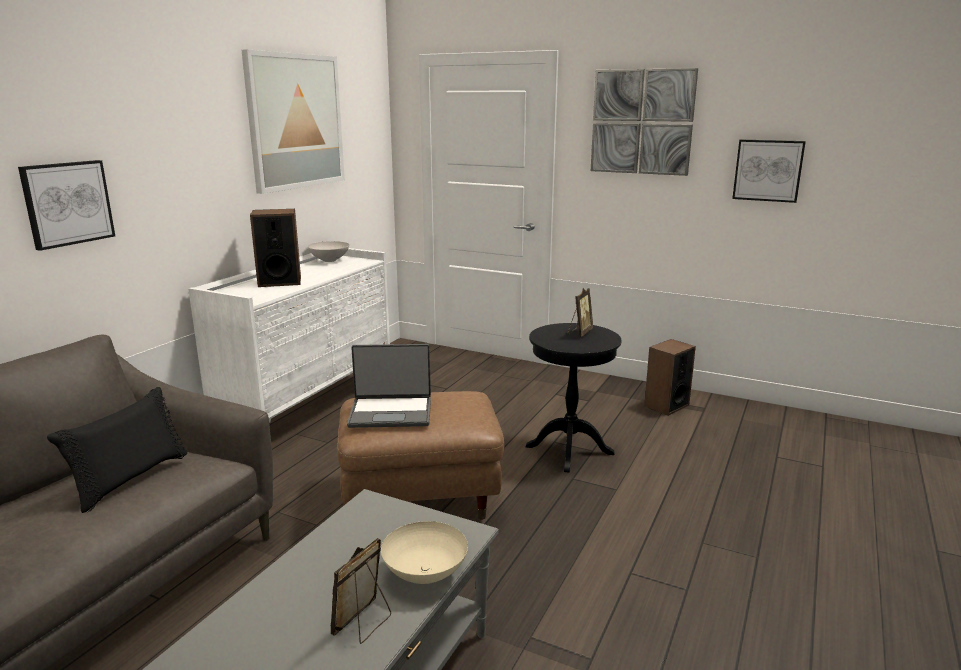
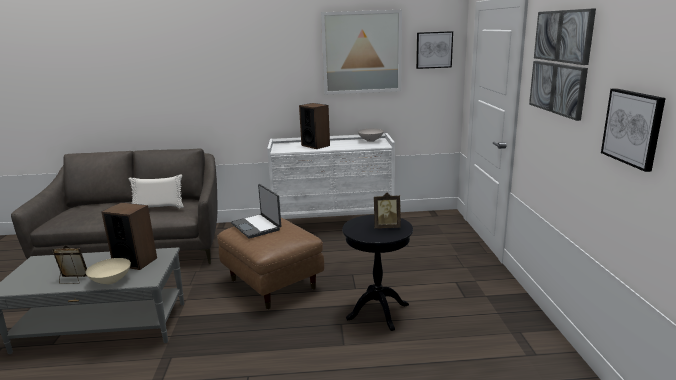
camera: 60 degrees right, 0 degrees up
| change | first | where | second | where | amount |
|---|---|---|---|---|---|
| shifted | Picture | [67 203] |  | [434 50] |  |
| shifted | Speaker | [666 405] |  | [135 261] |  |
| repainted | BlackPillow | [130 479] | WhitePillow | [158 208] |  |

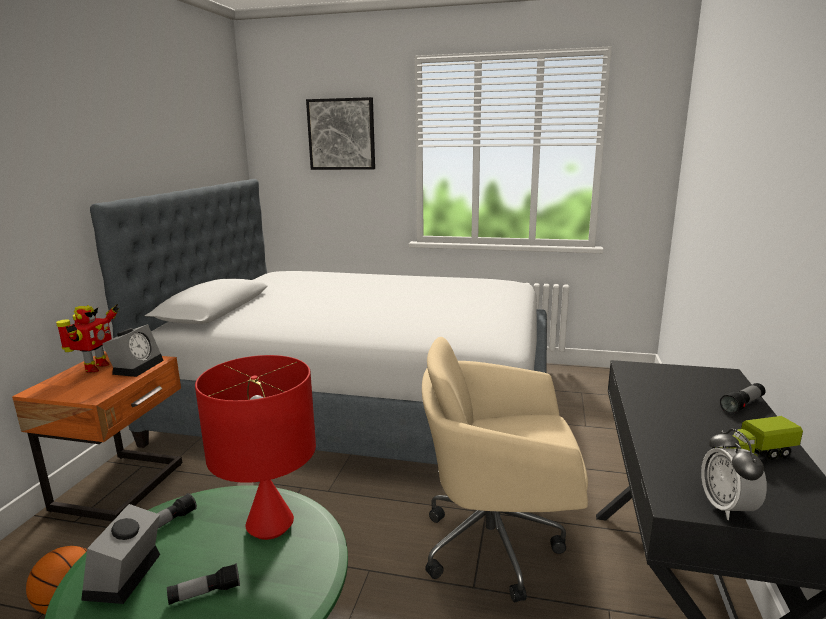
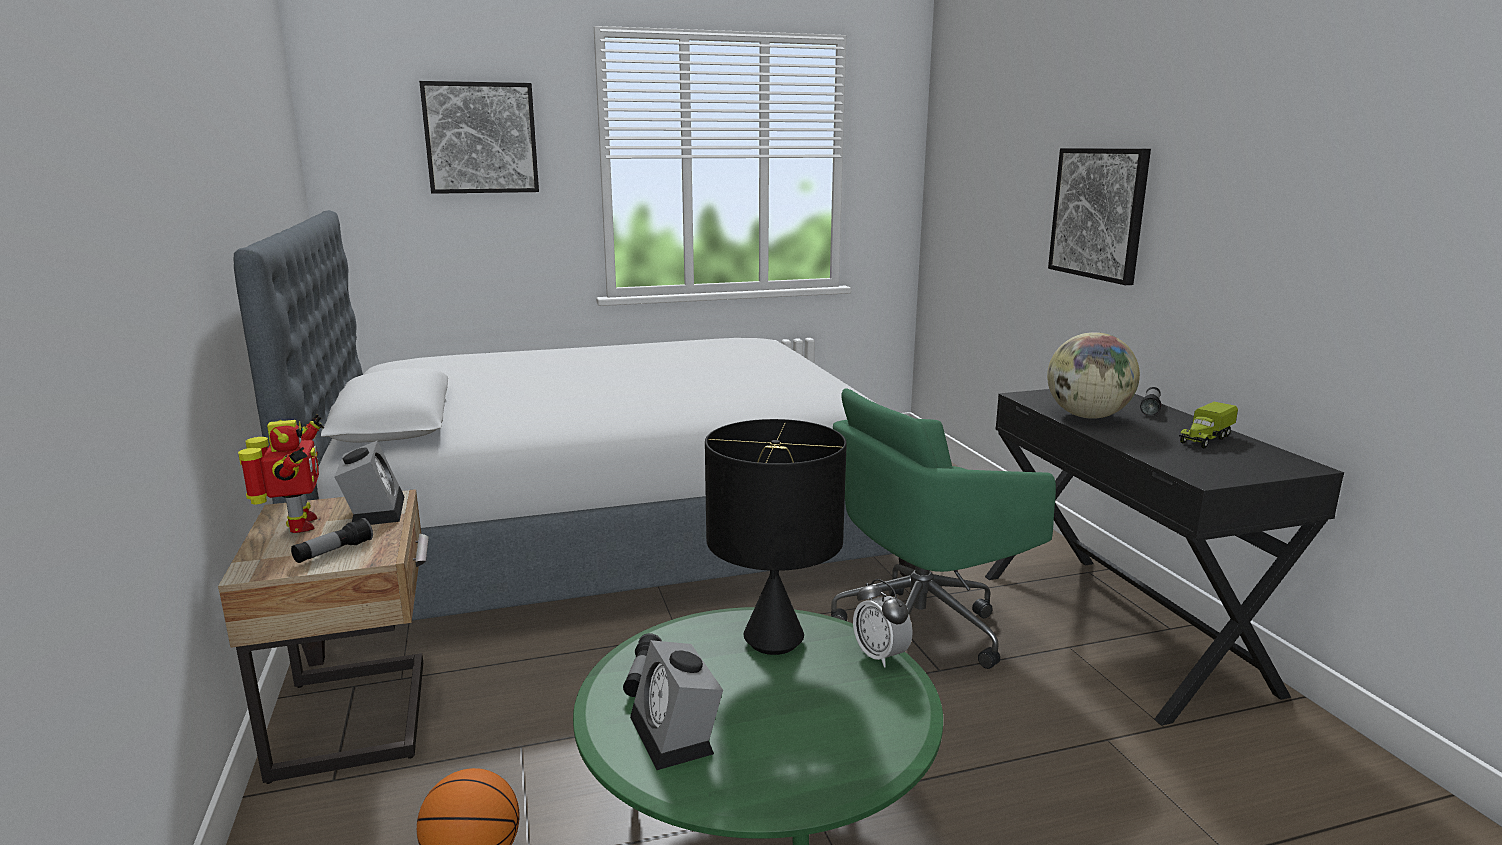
camera: 30 degrees left, 0 degrees up
| change | first | where | second | where | amount |
|---|---|---|---|---|---|
| new |  |  | Globe | [1087 416] |  |
| new |  |  | Picture | [1099 213] |  |
| shifted | Flashlight | [205 593] |  | [333 552] |  |
| shifted | AlarmClock | [727 508] |  | [880 656] |  |
| repainted | OrangeNightstand | [123 487] | BeigeNightstand | [359 717] |  |
| repainted | RedTableLamp | [270 527] | BlackTableLamp | [773 642] |  |
| repainted | BeigeOfficeChair | [497 547] | GreenOfficeChair | [926 630] |  |

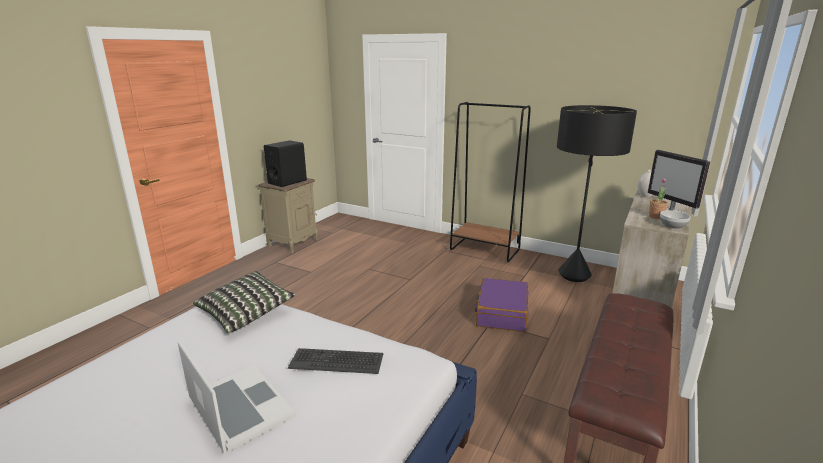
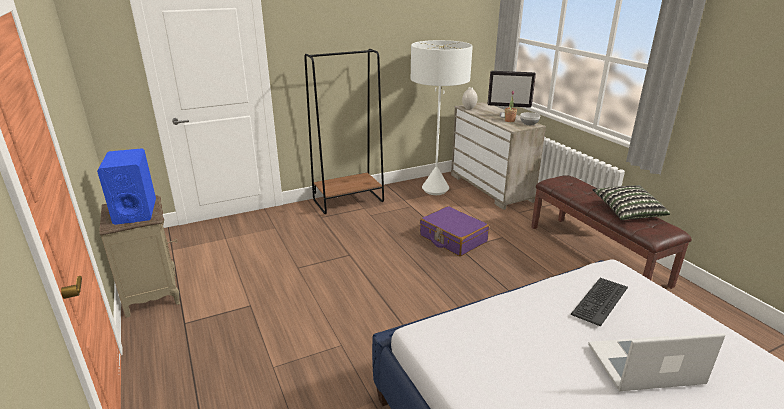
camera: 55 degrees left, 5 degrees up
| change | first | where | second | where | amount |
|---|---|---|---|---|---|
| shifted | Pillow | [246 313] |  | [627 211] |  |
| repainted | BlackSpeaker | [287 182] | BlueSpeaker | [135 212] |  |
| repainted | BlackFloorLamp | [574 276] | WhiteFloorLamp | [435 190] |  |

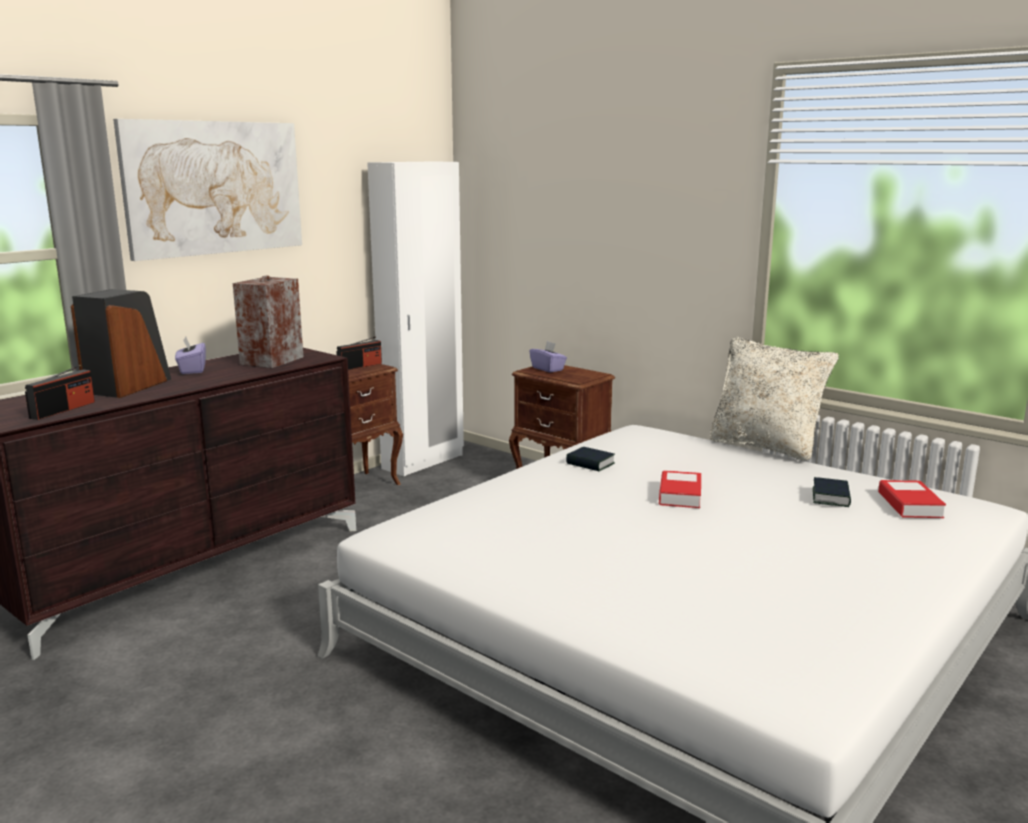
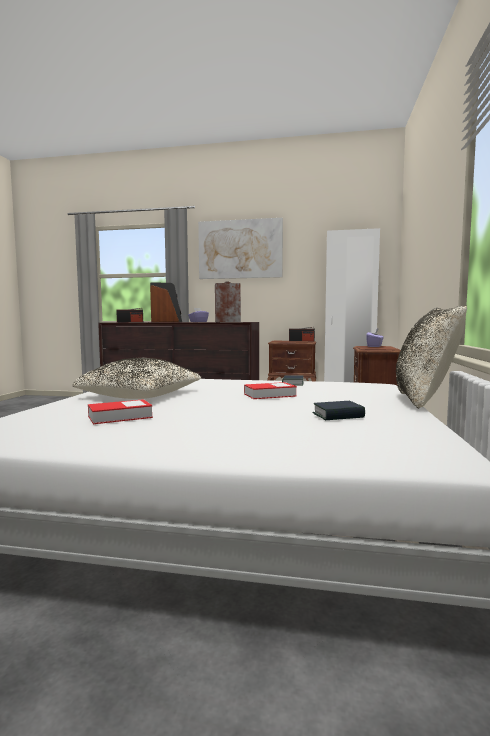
camera: 60 degrees right, 10 degrees down
| change | first | where | second | where | amount |
|---|---|---|---|---|---|
| new |  |  | BeigePillow | [140 395] |  |
| shifted | Book | [909 505] |  | [120 417] |  |

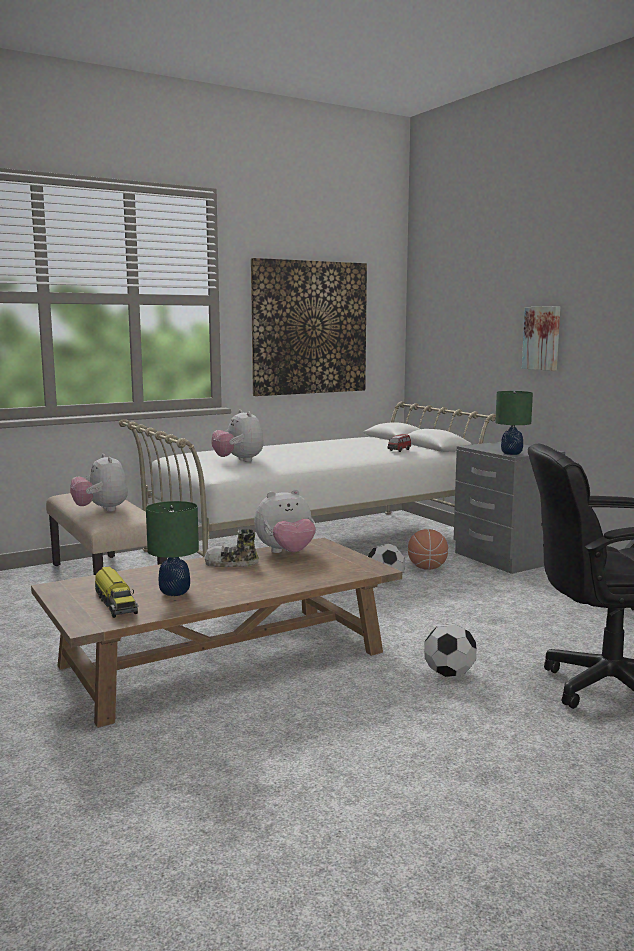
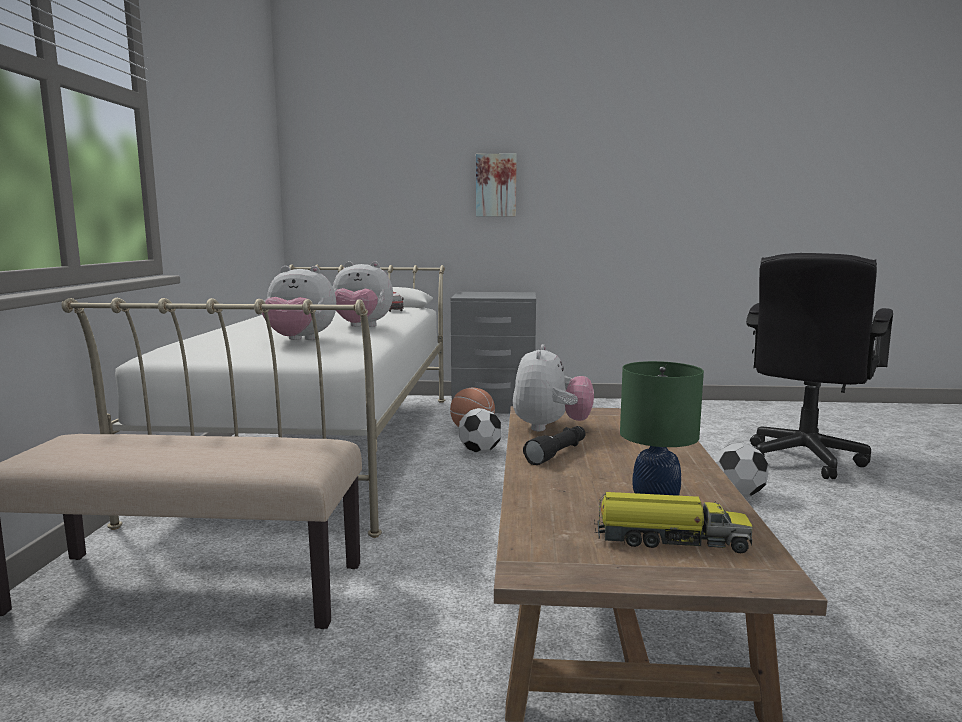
camera: 55 degrees left, 0 degrees up
| change | first | where | second | where | amount |
|---|---|---|---|---|---|
| gone | Picture | [309 328] |  |  |  |
| gone | GreenTableLamp | [512 453] |  |  |  |
| shifted | PlushToy | [101 510] |  | [361 327] |  |
| swapped | Shoe | [231 563] | BlackFlashlight | [558 453] |  |

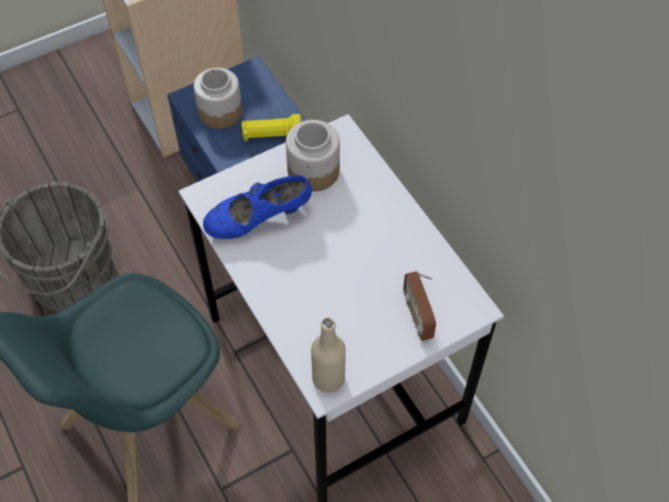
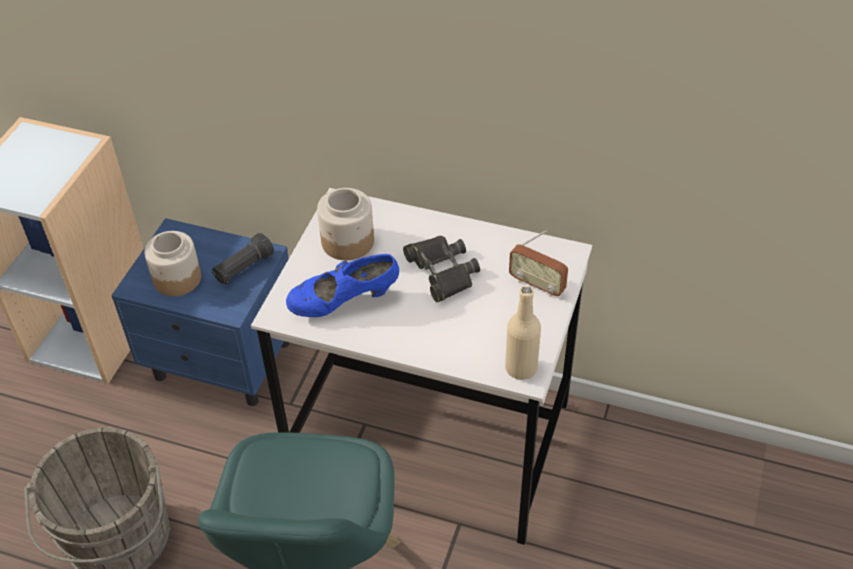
camera: 40 degrees left, 10 degrees down
| change | first | where | second | where | amount |
|---|---|---|---|---|---|
| new |  |  | BlackBinoculars | [442 272] |  |
| repainted | YellowFlashlight | [272 135] | BlackFlashlight | [243 268] |  |
| rotated | BlueShoe | [258 221] |  | [344 302] | 45 degrees clockwise |

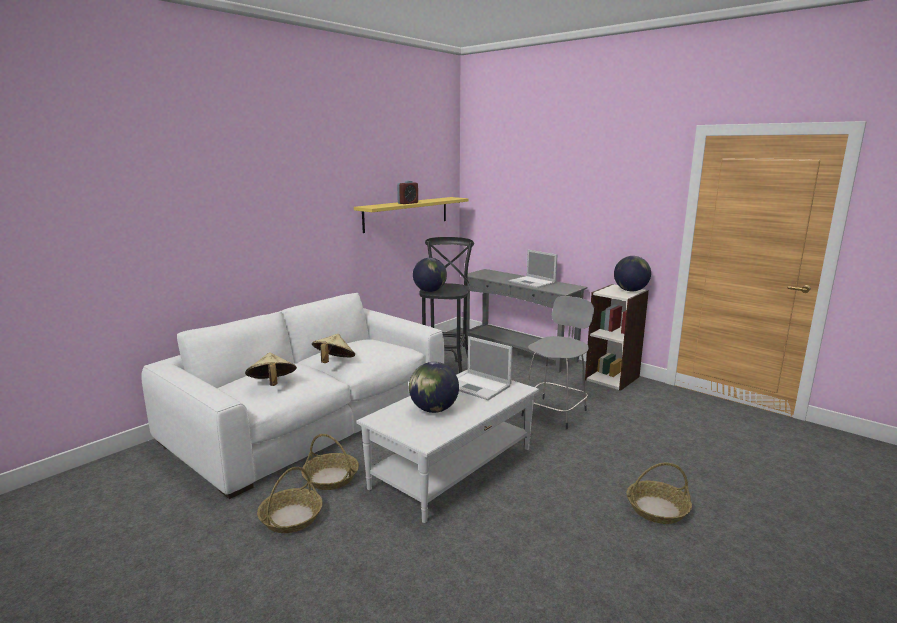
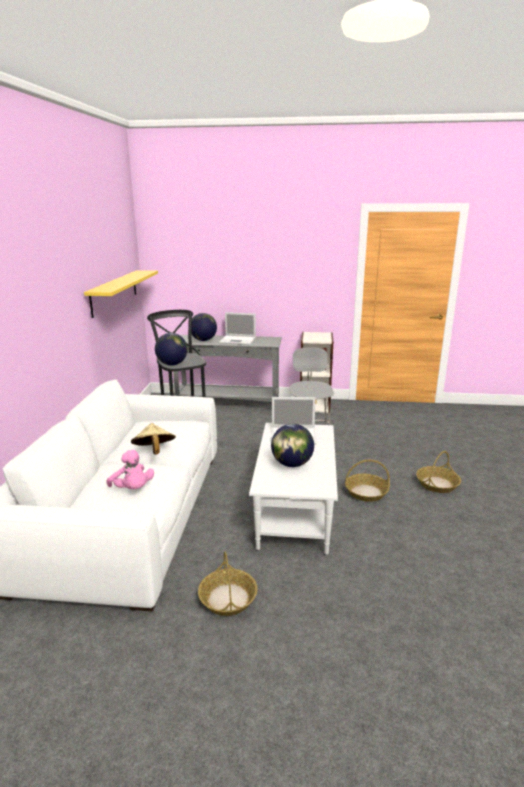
camera: 35 degrees left, 5 degrees up
| change | first | where | second | where | amount |
|---|---|---|---|---|---|
| gone | AlarmClock | [408 203] |  |  |  |
| shifted | Basket | [331 478] |  | [366 492] |  |
| shifted | Globe | [630 290] |  | [203 340] |  |
| swapped | BeigeHat | [272 384] | PinkPlushToy | [132 489] |  |

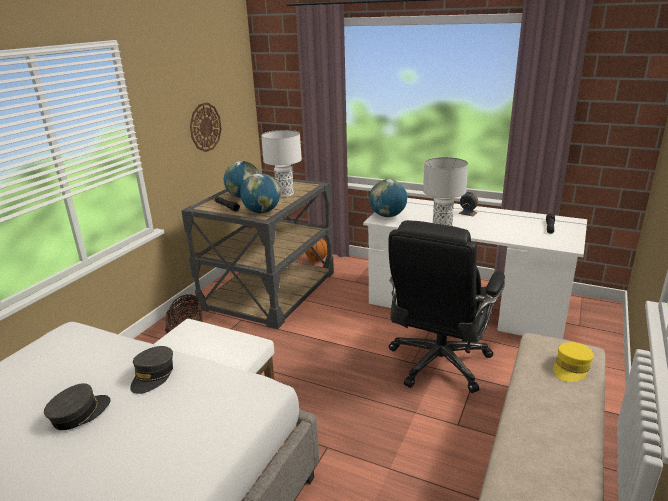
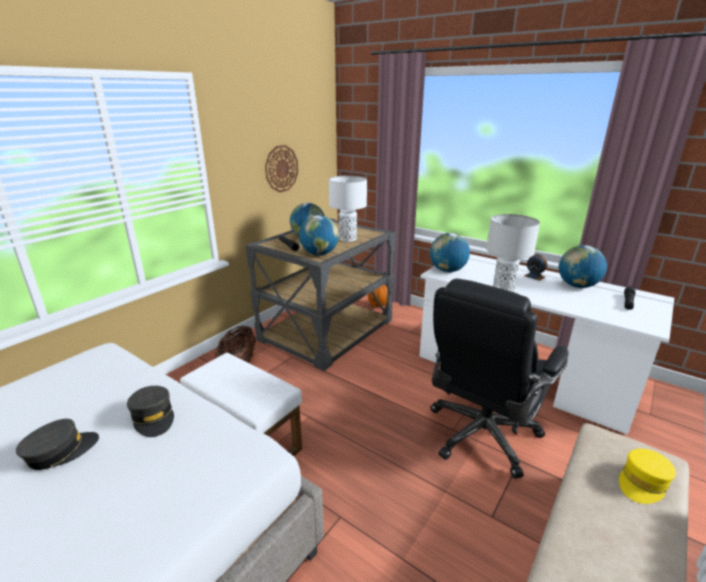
camera: 10 degrees right, 0 degrees up
| change | first | where | second | where | amount |
|---|---|---|---|---|---|
| new |  |  | Globe | [577 286] |  |
| rotated | GreyCap | [153 375] |  | [153 417] | 60 degrees counterclockwise |

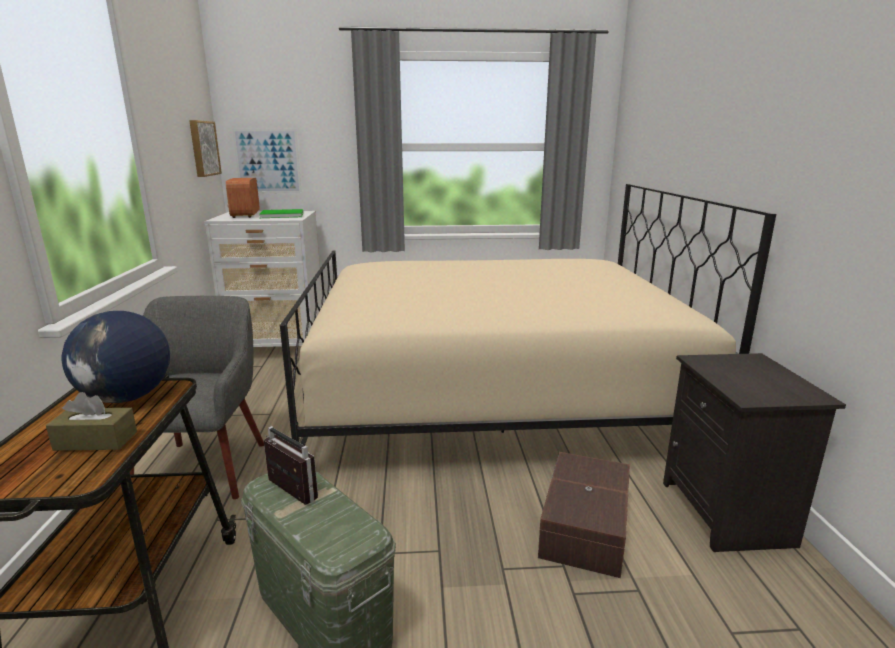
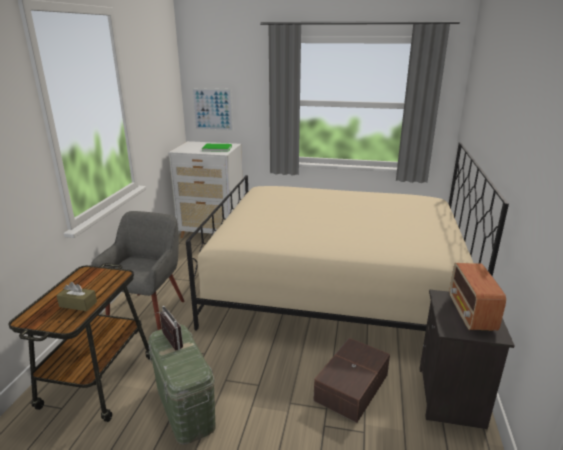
camera: 15 degrees right, 5 degrees up
| change | first | where | second | where | amount |
|---|---|---|---|---|---|
| gone | Globe | [127 398] |  |  |  |
| gone | Picture | [203 148] |  |  |  |
| shifted | Radio | [245 214] |  | [471 314] |  |

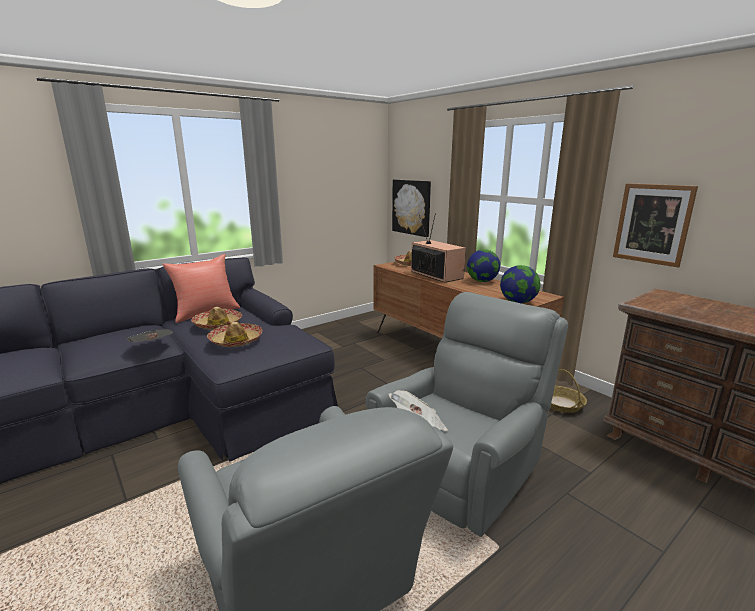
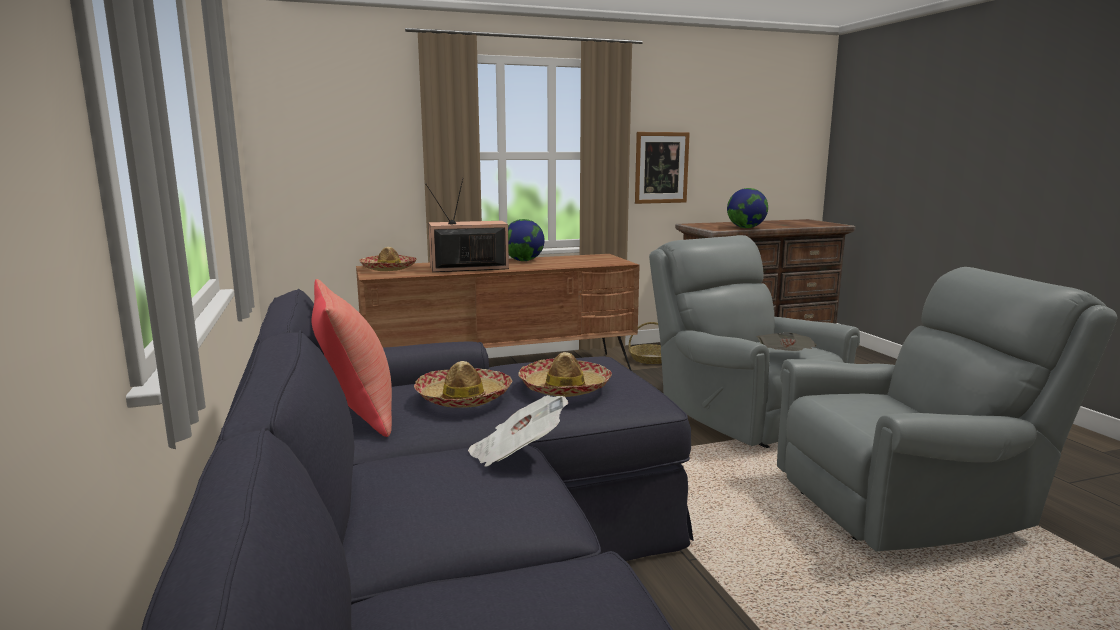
camera: 70 degrees left, 5 degrees down
| change | first | where | second | where | amount |
|---|---|---|---|---|---|
| gone | Picture | [411 207] |  |  |  |
| shifted | Globe | [518 302] |  | [746 228] |  |

